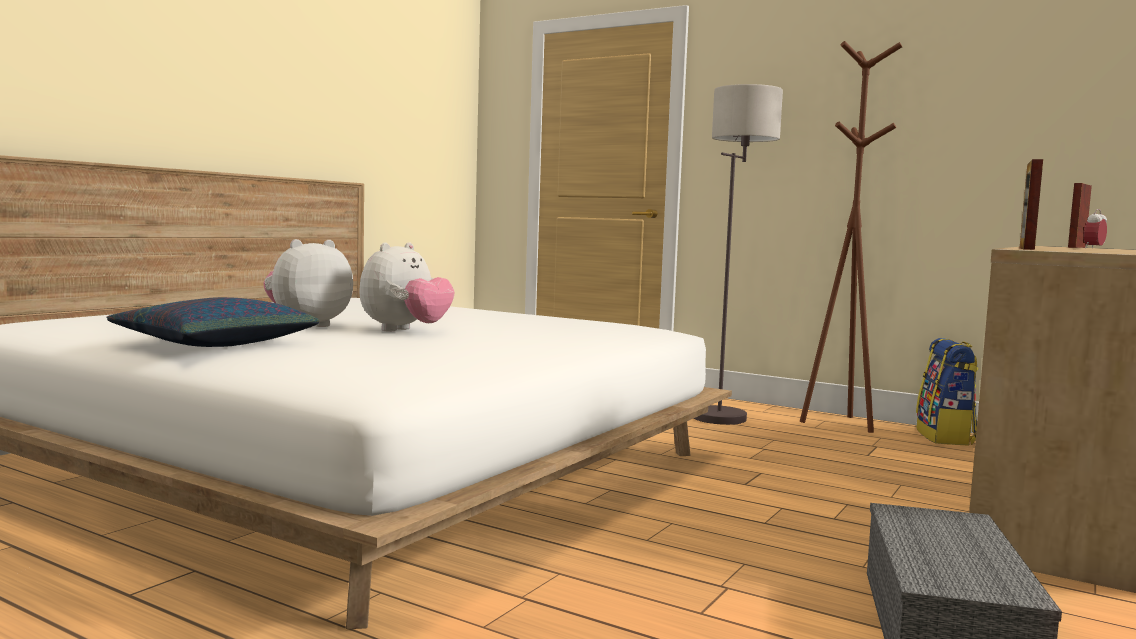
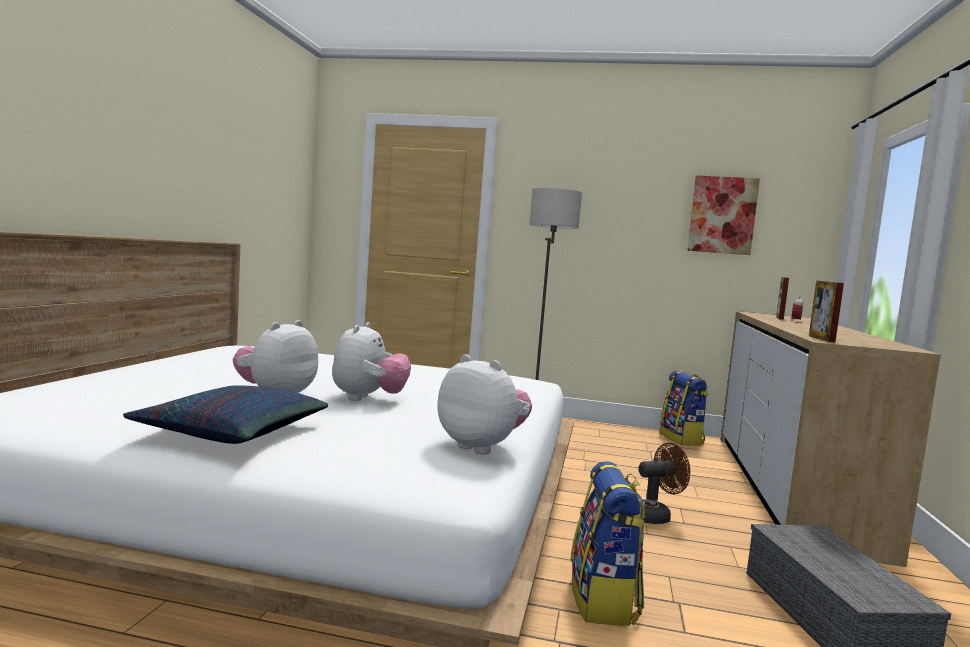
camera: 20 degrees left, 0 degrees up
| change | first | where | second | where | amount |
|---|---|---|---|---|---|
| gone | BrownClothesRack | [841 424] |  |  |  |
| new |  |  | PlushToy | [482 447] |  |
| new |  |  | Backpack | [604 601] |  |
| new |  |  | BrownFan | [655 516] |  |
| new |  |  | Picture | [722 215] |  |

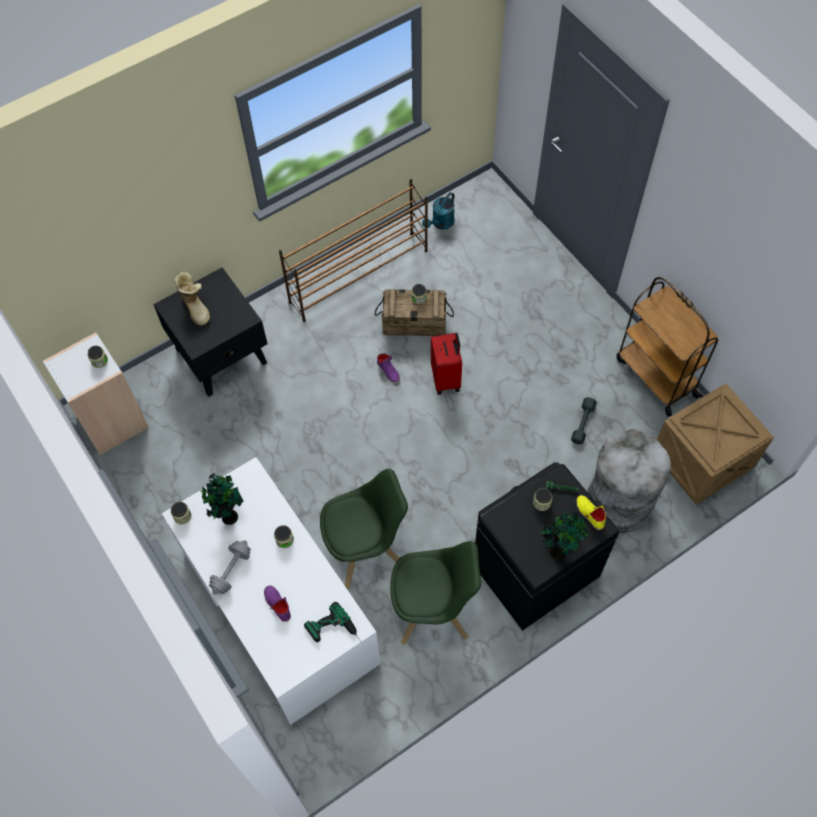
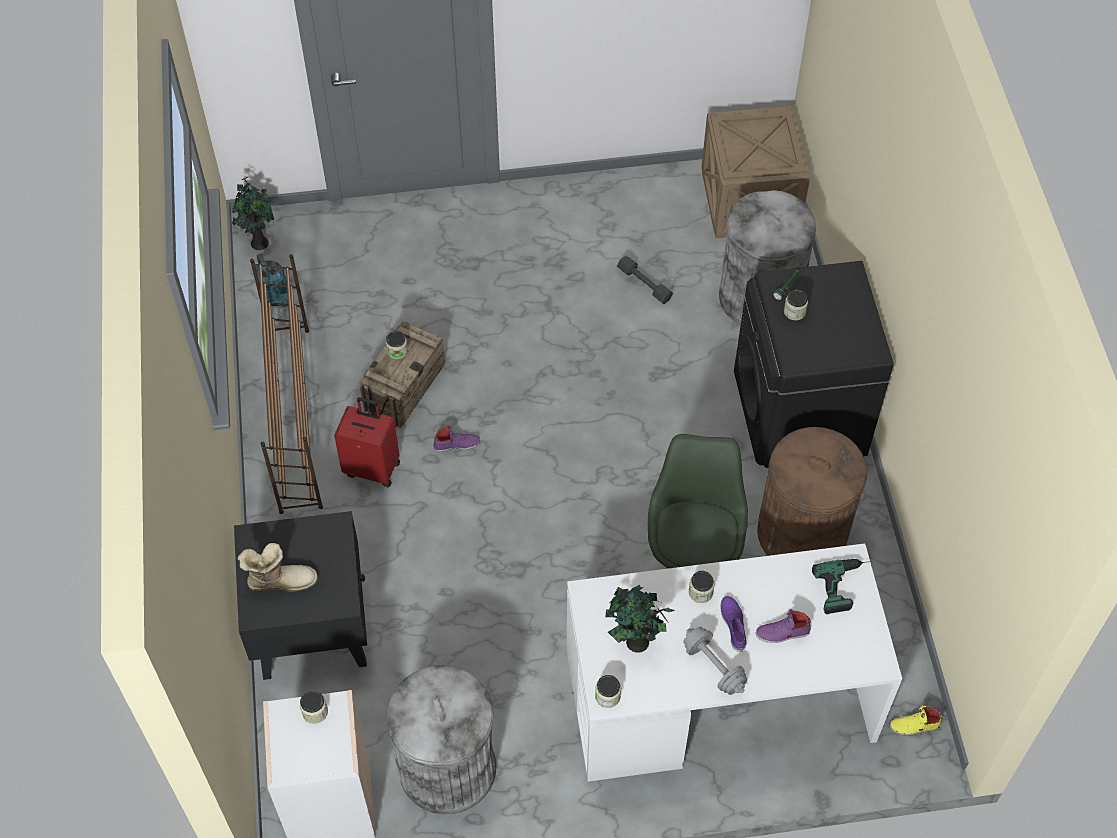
camera: 65 degrees left, 5 degrees down
| change | first | where | second | where | amount |
|---|---|---|---|---|---|
| gone | BrownCart | [656 376] |  |  |  |
| new |  |  | GreyTrashCan | [448 767] |  |
| new |  |  | PurpleShoe | [734 625] |  |
| shifted | RedSuitcase | [446 378] |  | [373 468] |  |
| shifted | PottedPlant | [558 550] |  | [258 242] |  |
| shifted | YellowShoe | [589 513] |  | [914 726] |  |
| swapped | GreenChair | [433 611] | BrownTrashCan | [802 532] |  |

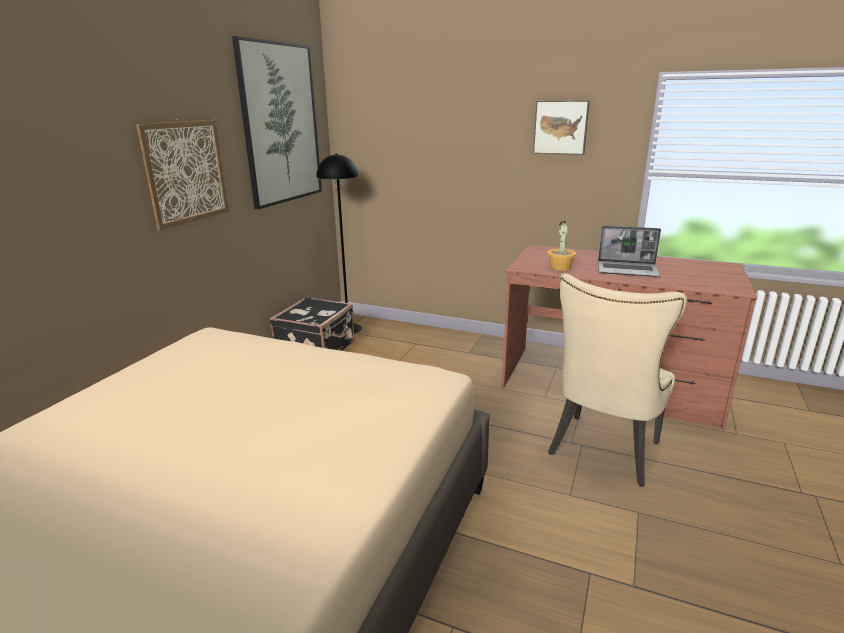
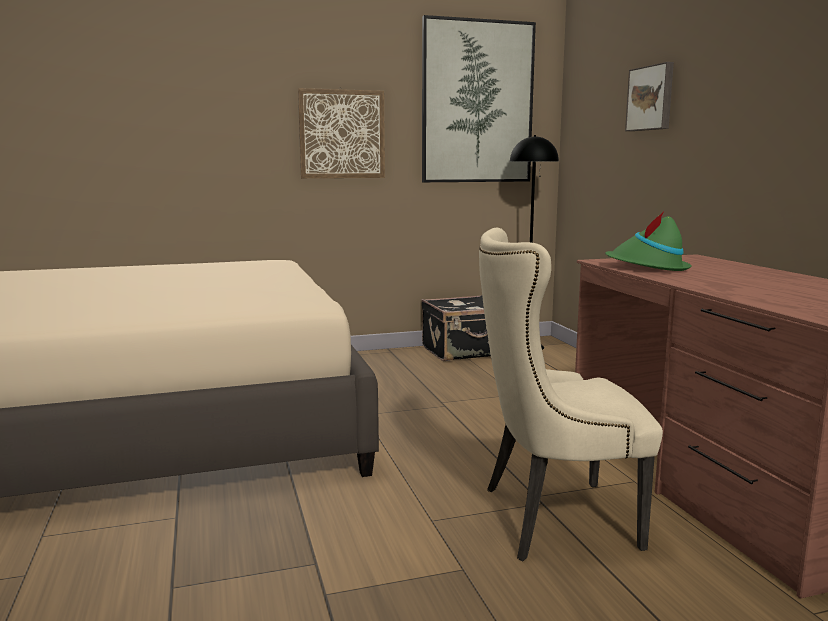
camera: 50 degrees right, 10 degrees down
| change | first | where | second | where | amount |
|---|---|---|---|---|---|
| gone | Laptop | [628 270] |  |  |  |
| shifted | Picture | [560 127] |  | [651 98] |  |
| swapped | PottedPlant | [560 267] | GreenHat | [647 267] |  |

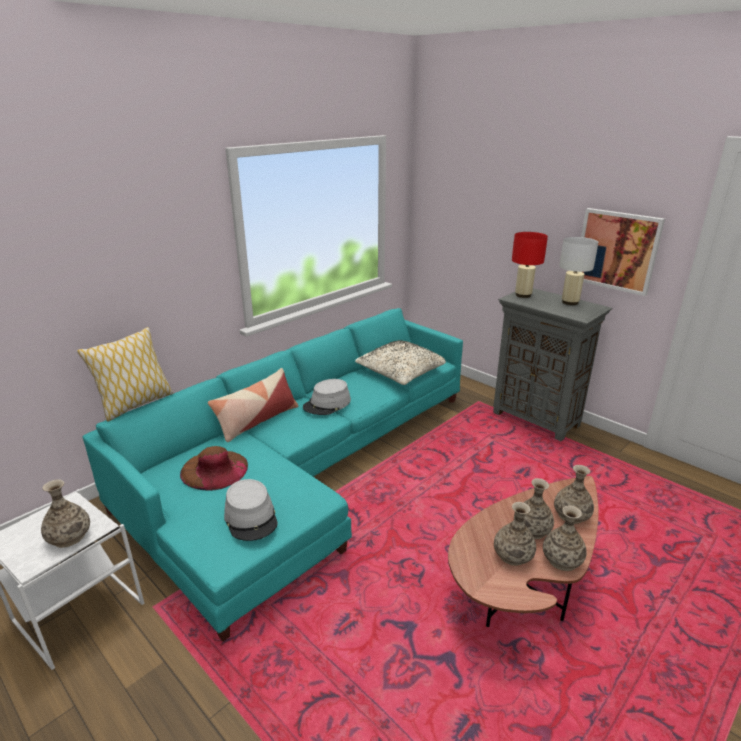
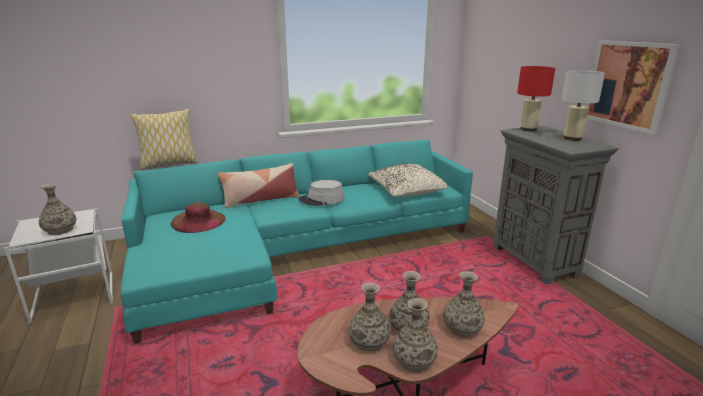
camera: 25 degrees right, 5 degrees down
| change | first | where | second | where | amount |
|---|---|---|---|---|---|
| gone | GreyHat | [251 517] |  |  |  |

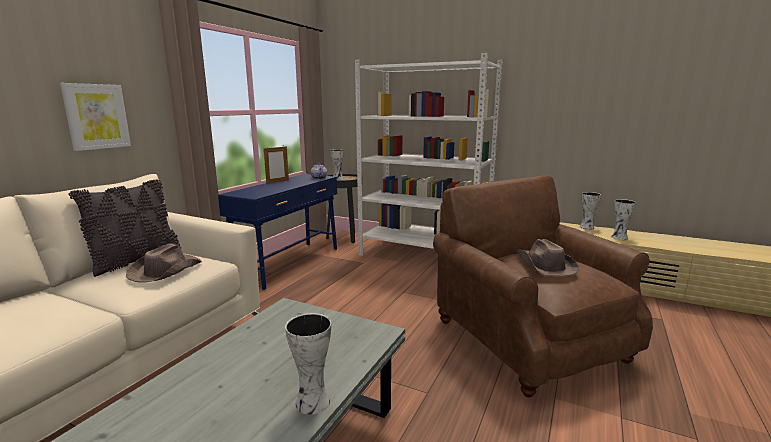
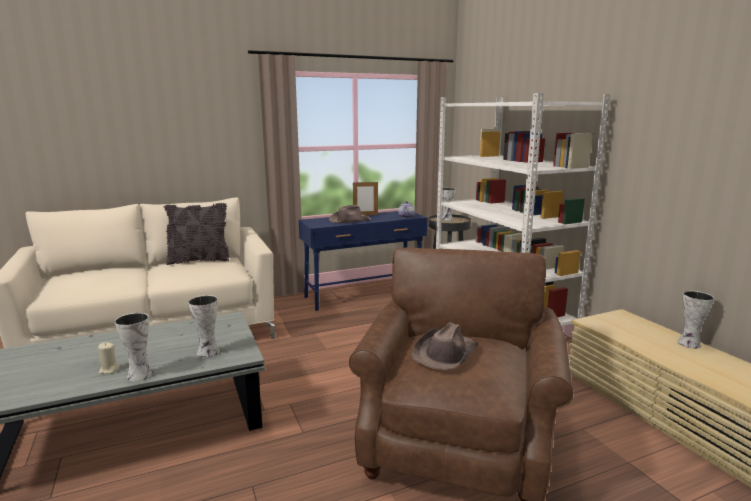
camera: 40 degrees right, 0 degrees up
| change | first | where | second | where | amount |
|---|---|---|---|---|---|
| gone | Picture | [96 116] |  |  |  |
| new |  |  | BeigeCandle | [109 370] |  |
| shifted | BrownHat | [165 270] |  | [349 220] |  |
| shifted | Vase | [620 238] |  | [207 353] |  |

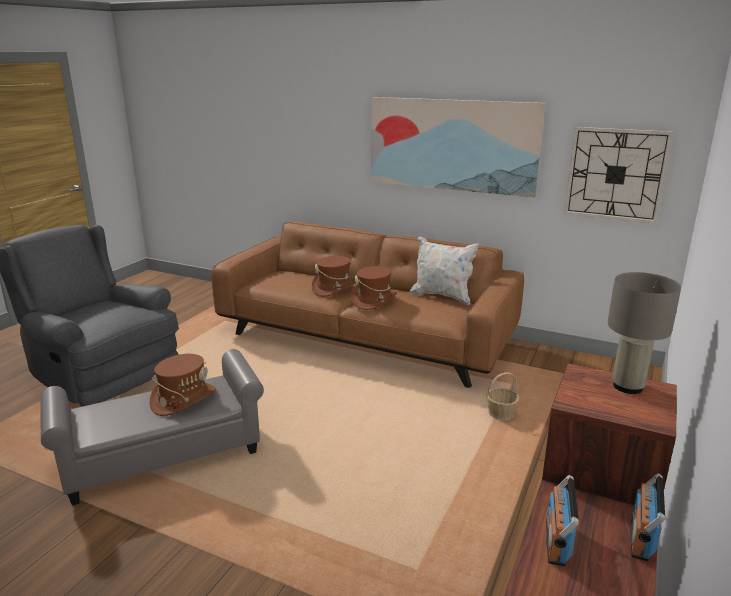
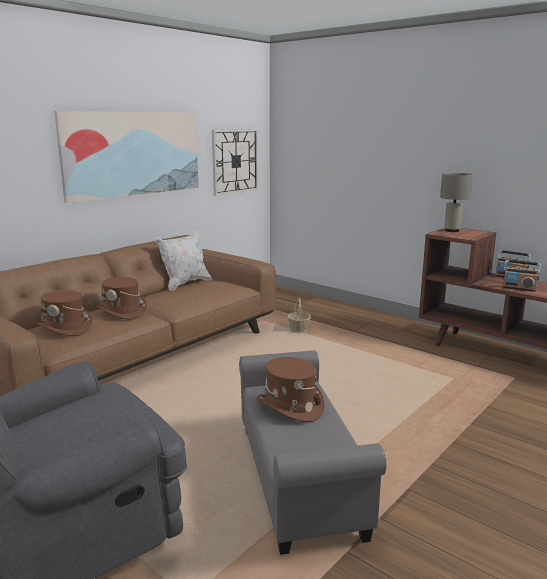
camera: 75 degrees left, 5 degrees down
| change | first | where | second | where | amount |
|---|---|---|---|---|---|
| shifted | BrownHat | [373 300] |  | [65 328] |  |

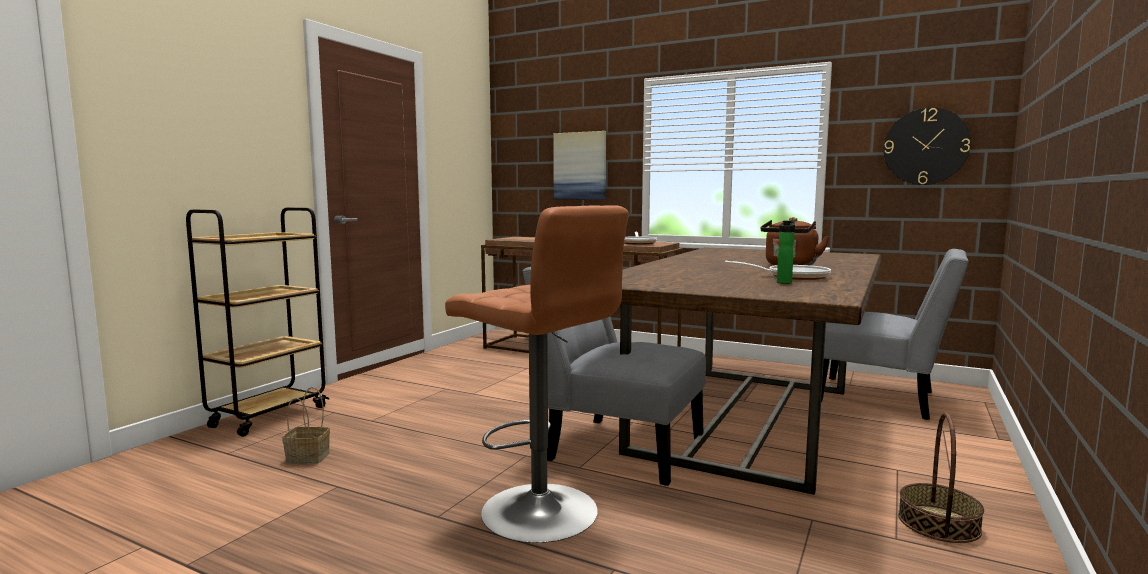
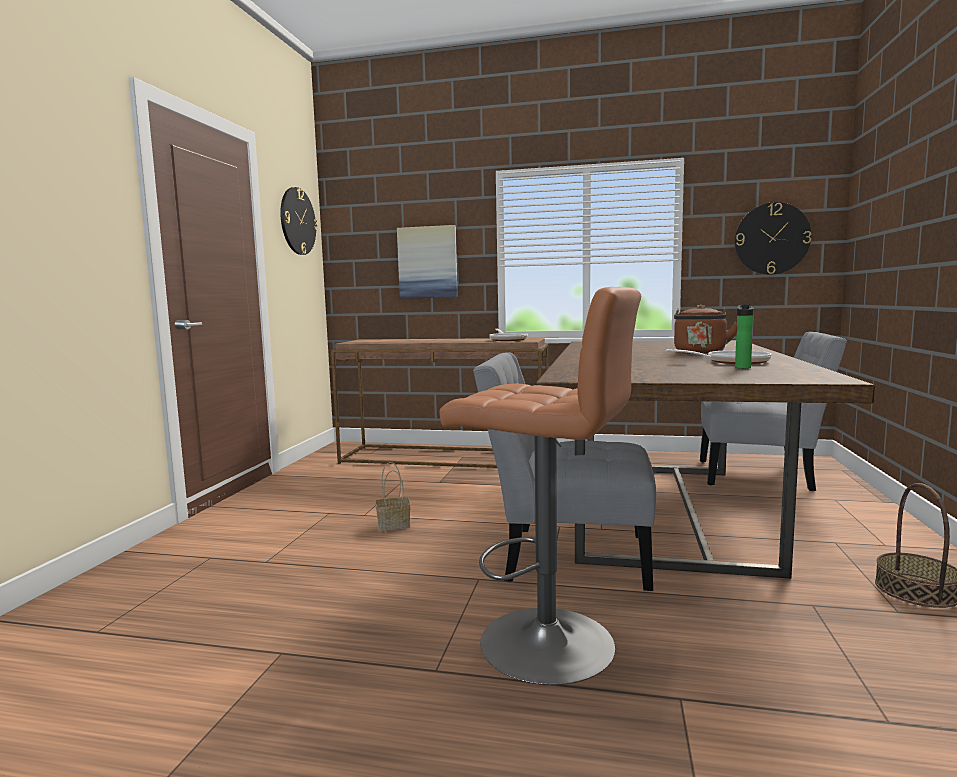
camera: 15 degrees left, 0 degrees up
| change | first | where | second | where | amount |
|---|---|---|---|---|---|
| gone | BrownCart | [269 416] |  |  |  |
| new |  |  | WallClock | [297 221] |  |
| shifted | Basket | [309 457] |  | [395 524] |  |

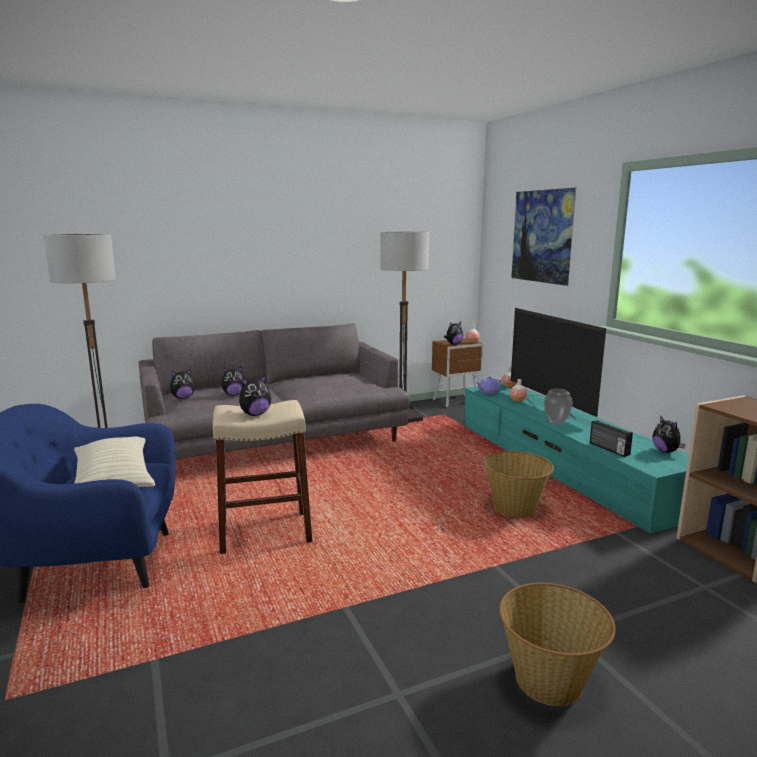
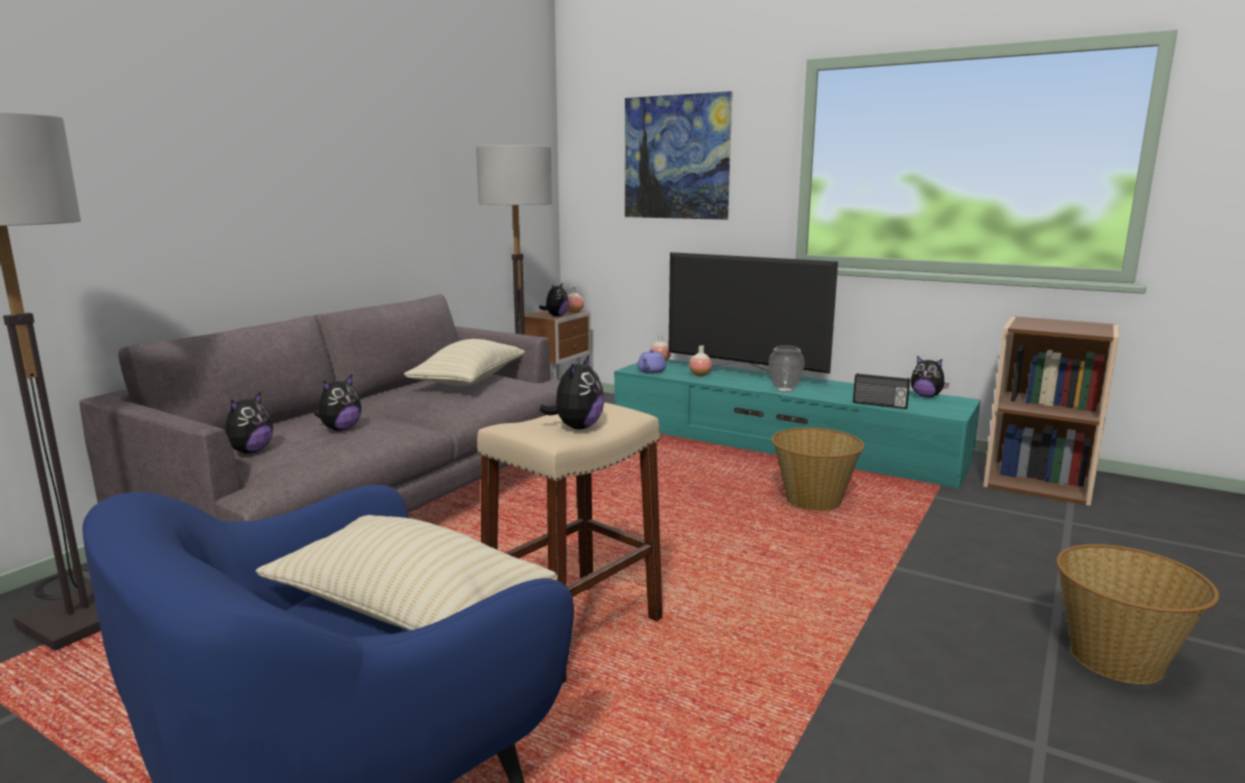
camera: 35 degrees left, 0 degrees up
| change | first | where | second | where | amount |
|---|---|---|---|---|---|
| new |  |  | BeigePillow | [469 381] |  |

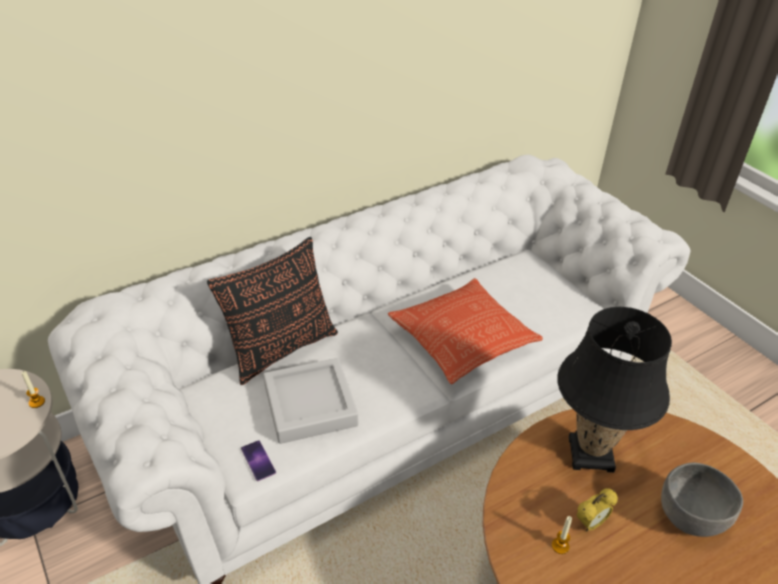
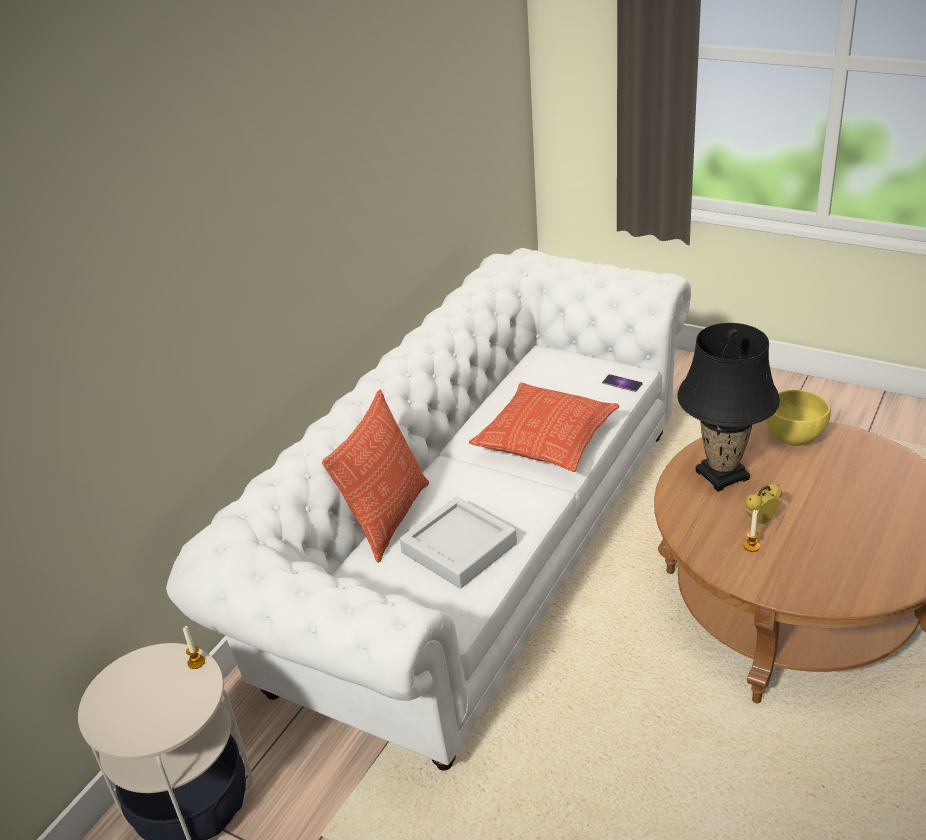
camera: 25 degrees left, 5 degrees down
| change | first | where | second | where | amount |
|---|---|---|---|---|---|
| gone | GreyBowl | [690 518] |  |  |  |
| new |  |  | YellowBowl | [795 437] |  |
| shifted | Phone | [258 460] |  | [622 383] |  |
| repainted | BlackPillow | [282 349] | OrangePillow | [387 519] |  |
| rotated | AlarmClock | [590 523] |  | [760 521] | 150 degrees counterclockwise |

